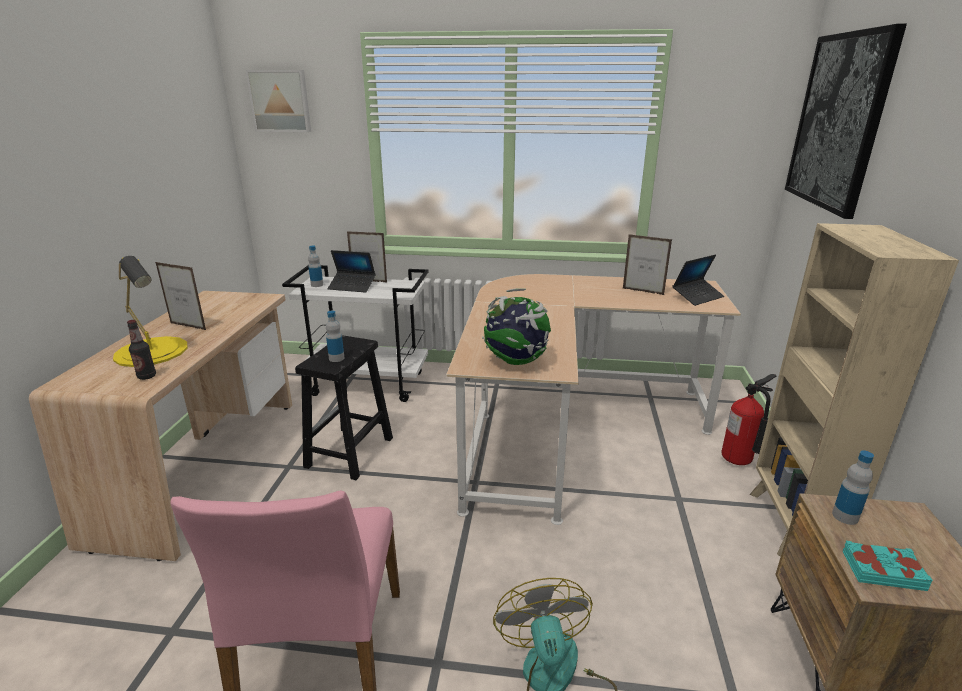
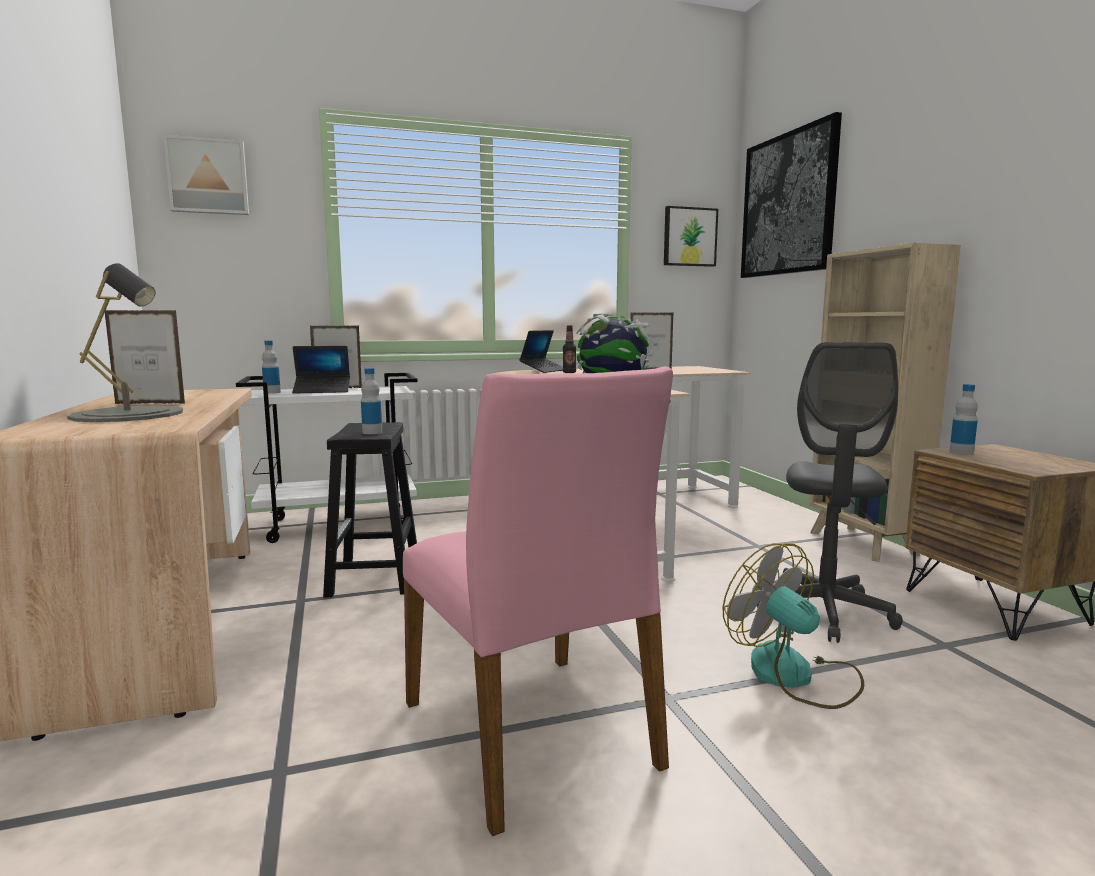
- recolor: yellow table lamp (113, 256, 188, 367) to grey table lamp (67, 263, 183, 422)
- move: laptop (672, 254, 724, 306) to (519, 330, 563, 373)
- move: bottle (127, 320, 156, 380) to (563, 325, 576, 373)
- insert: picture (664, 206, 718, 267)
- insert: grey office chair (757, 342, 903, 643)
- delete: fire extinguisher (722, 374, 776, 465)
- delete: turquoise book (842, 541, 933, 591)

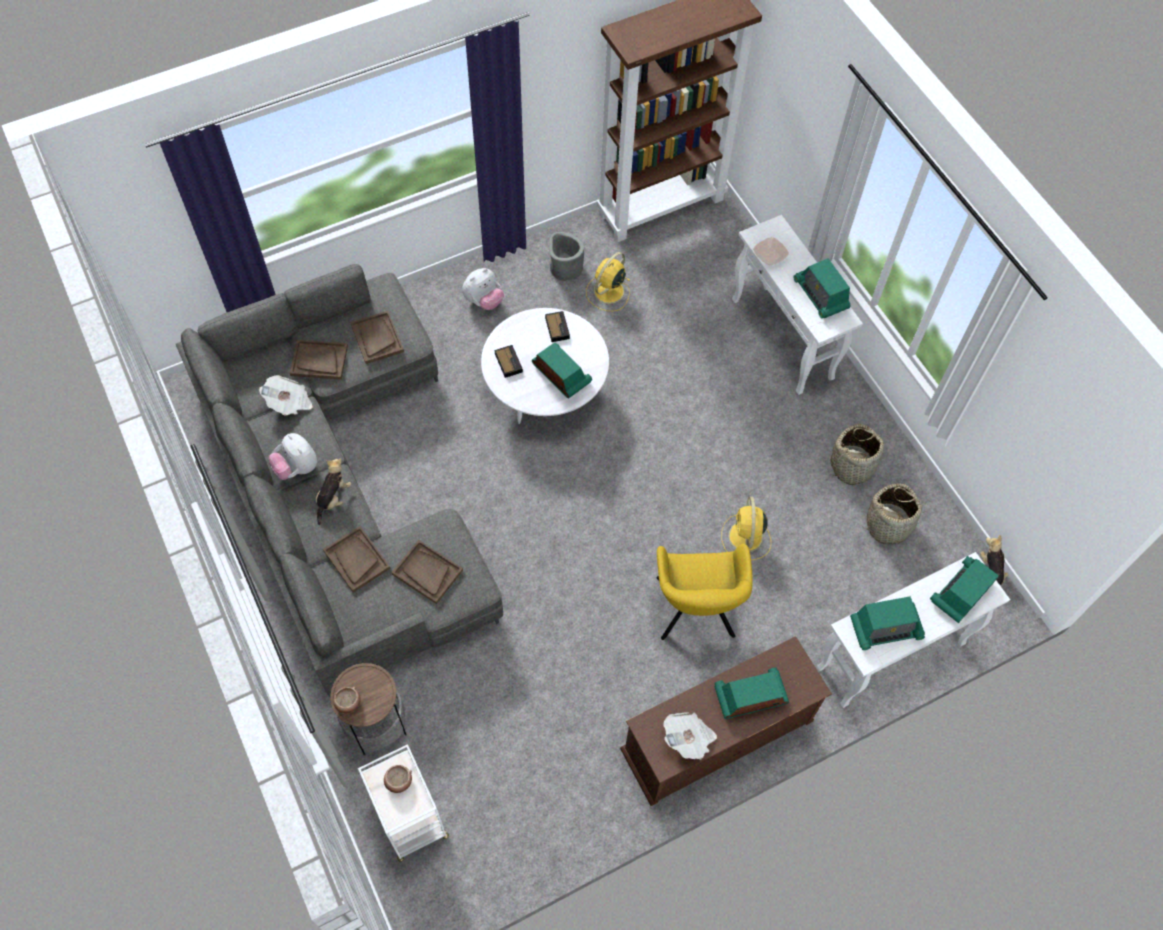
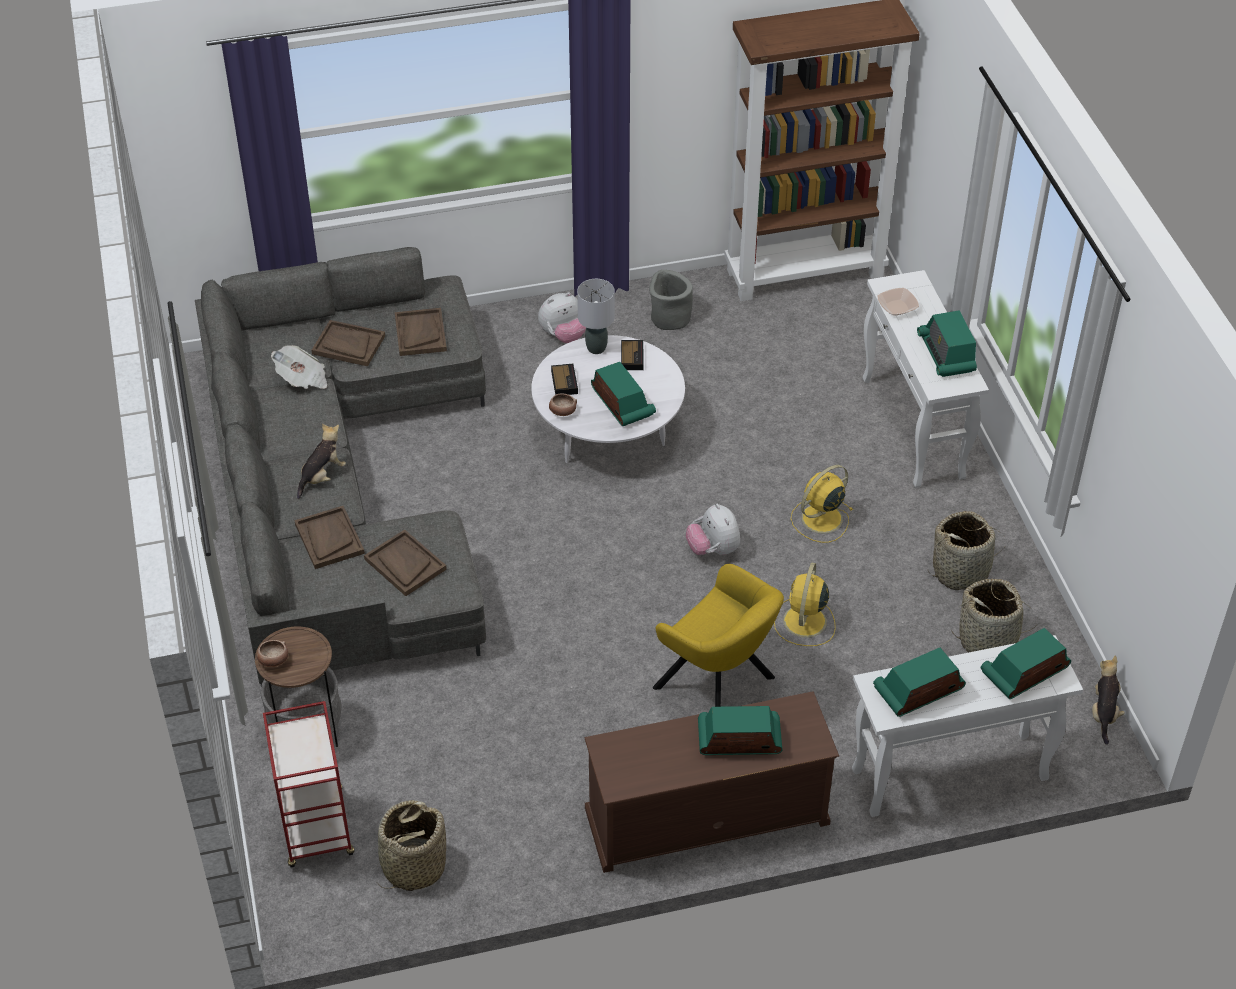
- recolor: white cart (358, 744, 449, 862) to red cart (263, 701, 355, 867)
- insert: basket (377, 800, 446, 891)
- move: bowl (384, 765, 412, 793) to (549, 393, 577, 416)
- insert: grey table lamp (577, 279, 615, 354)
- rotate: yellow armchair (657, 544, 753, 640) = (653, 564, 784, 707) 60 degrees counterclockwise
- move: plush toy (269, 433, 317, 480) to (686, 504, 740, 555)
- move: yellow fan (586, 252, 630, 311) to (791, 465, 853, 543)
- rotate: radio (850, 596, 925, 650) = (873, 647, 966, 717) 150 degrees clockwise
- delete: newspaper (663, 712, 717, 760)

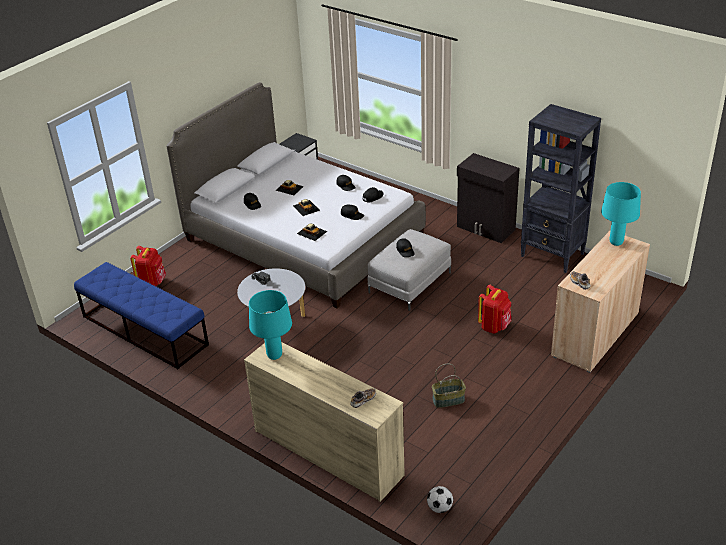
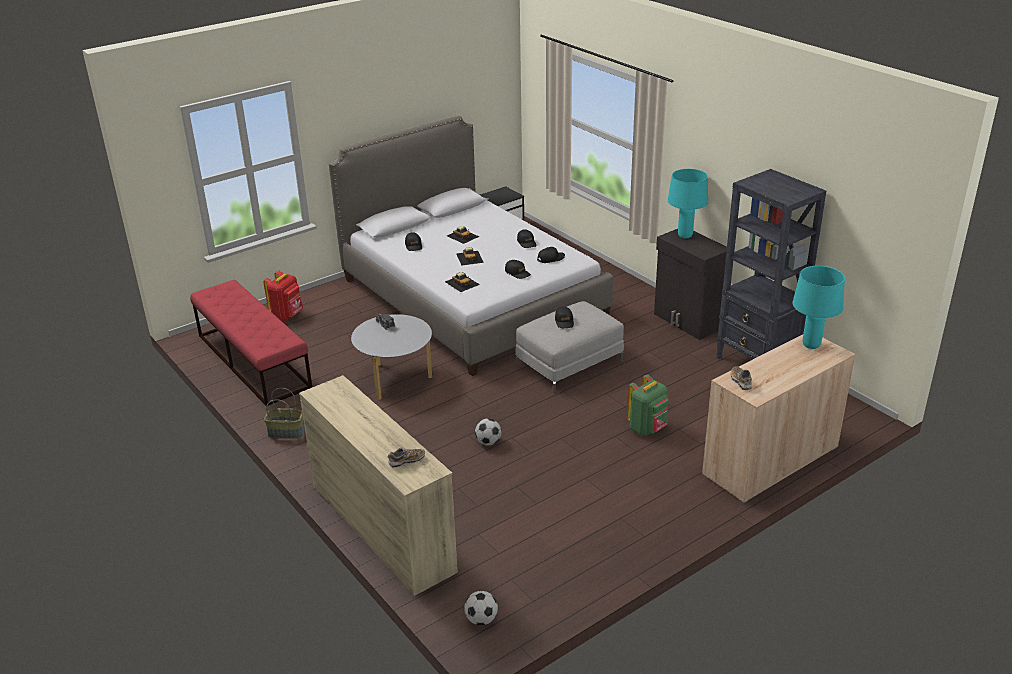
- recolor: blue bench (74, 262, 209, 369) to red bench (190, 280, 312, 406)
- move: basket (432, 364, 466, 408) to (264, 388, 305, 439)
- insert: football (475, 418, 502, 445)
- recolor: red backpack (478, 285, 511, 334) to green backpack (627, 374, 669, 436)
- move: turquoise table lamp (249, 290, 292, 360) to (668, 169, 708, 239)

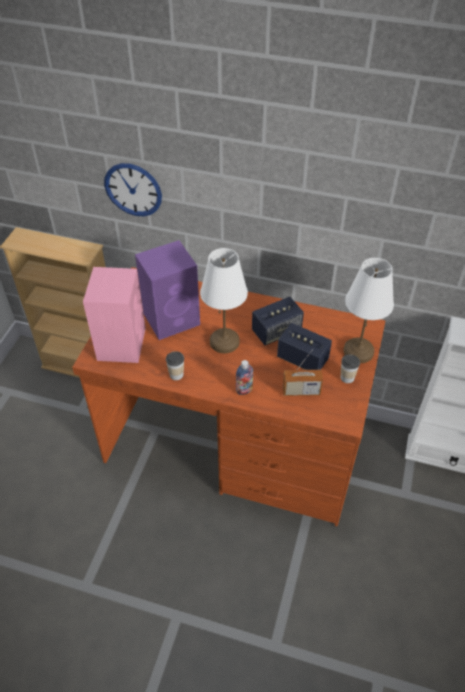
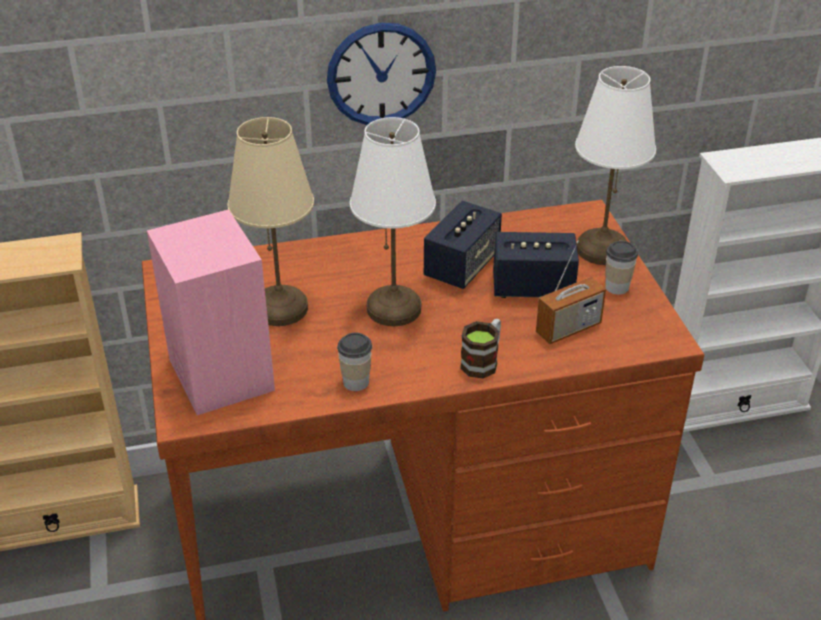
- replace: purple speaker (135, 240, 200, 340) to beige table lamp (227, 117, 314, 326)
- move: wall clock (104, 163, 162, 216) to (327, 23, 436, 125)
- replace: bottle (236, 360, 253, 395) to mug (460, 319, 501, 378)

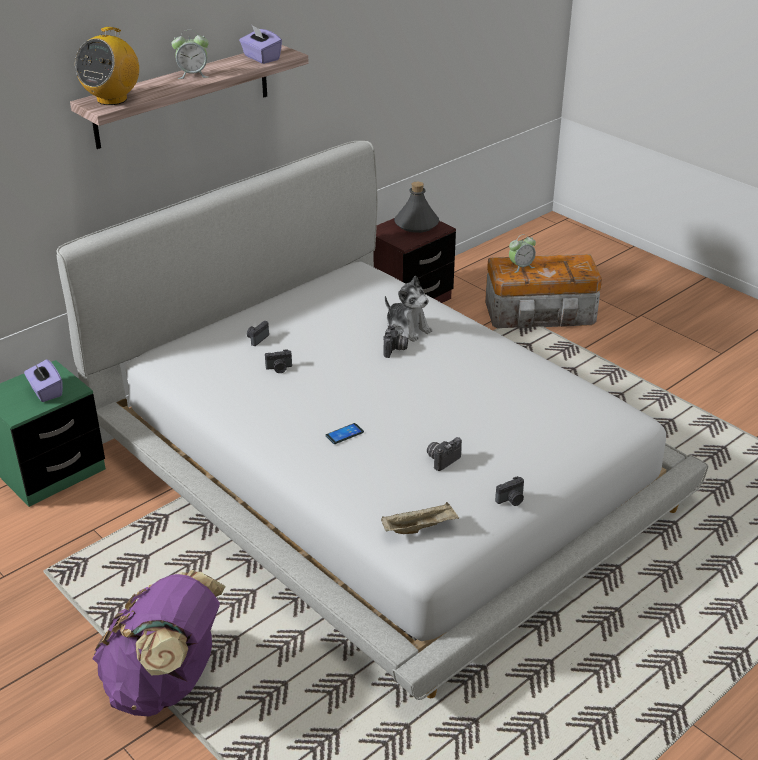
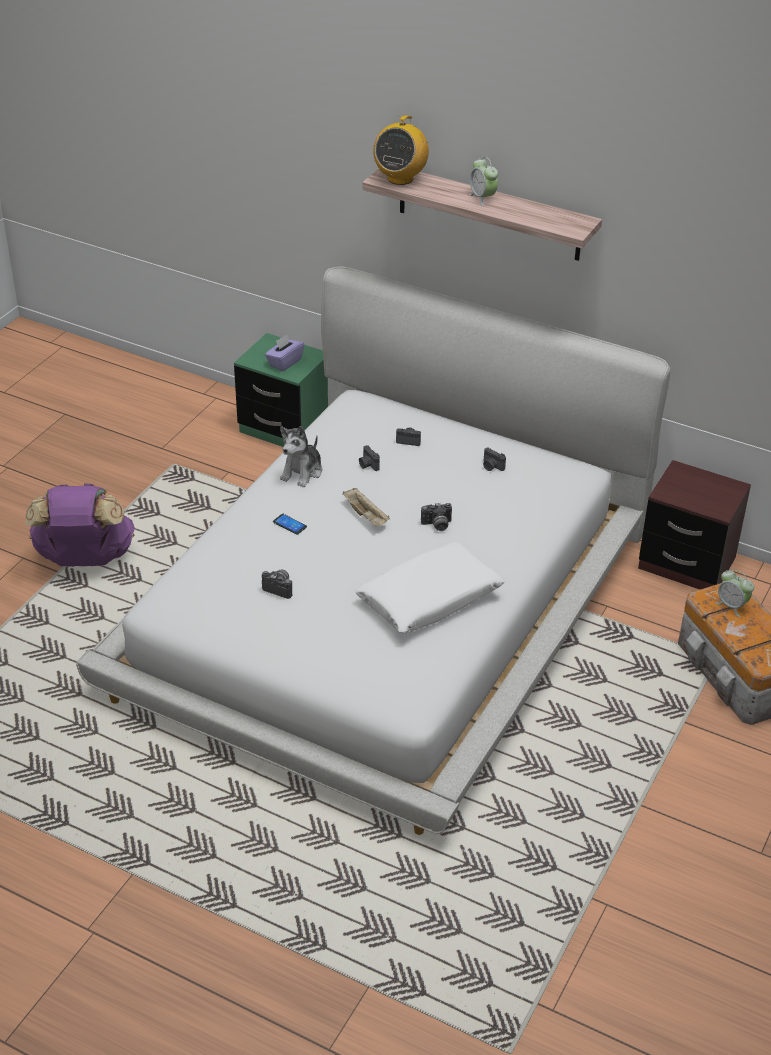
- move: plush toy (385, 276, 432, 342) to (280, 426, 322, 487)
- move: beige tray (381, 502, 459, 534) to (342, 488, 390, 526)
- insert: white pillow (355, 542, 505, 633)
- rotate: radio (75, 27, 139, 105) = (373, 115, 429, 185) 75 degrees counterclockwise
- move: photo camera (495, 476, 524, 506) to (483, 447, 506, 471)
- delete: purple tissue box (239, 25, 282, 64)
- delete: grey bottle (394, 182, 439, 233)

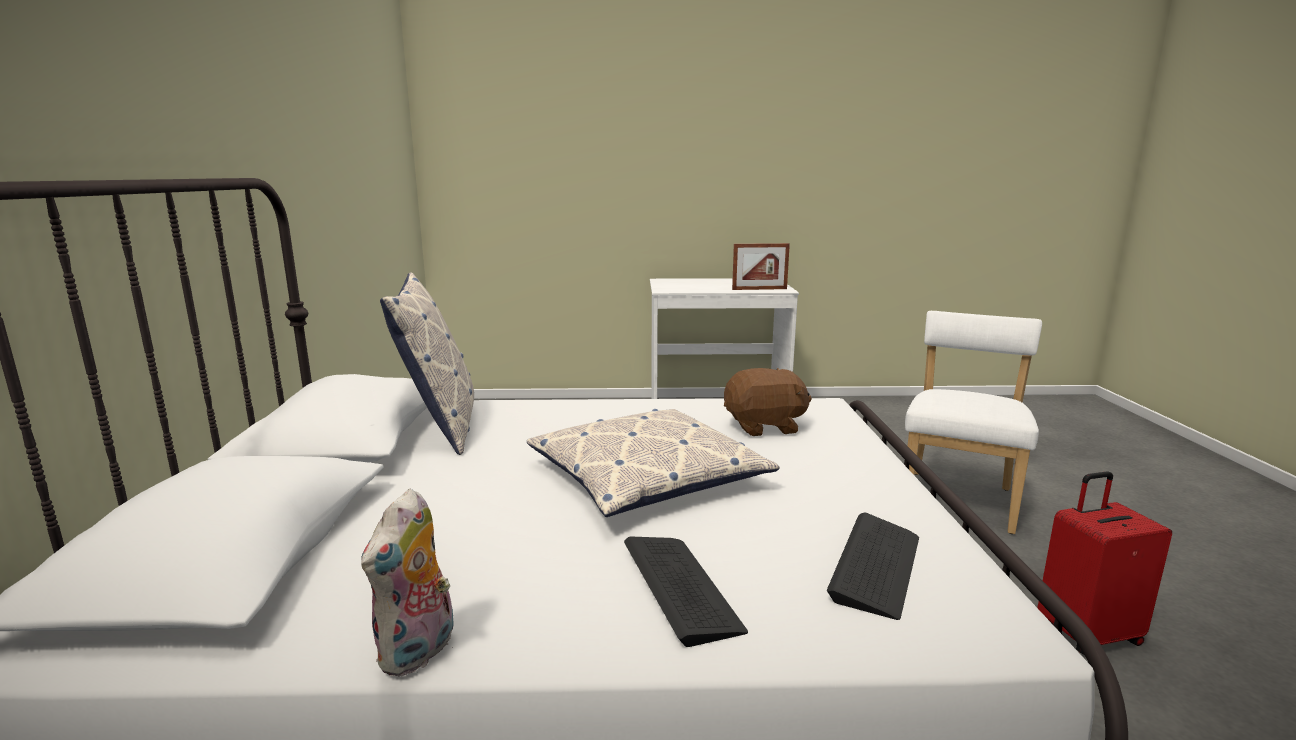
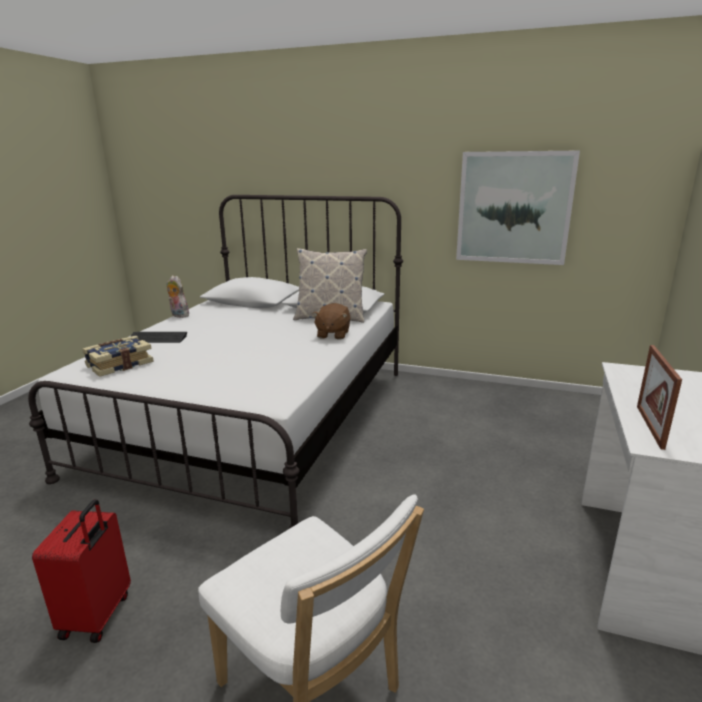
- replace: keyboard (827, 513, 919, 620) to book (83, 336, 154, 377)
- move: brown plush toy (724, 368, 812, 436) to (313, 303, 351, 340)
- insert: picture (456, 151, 580, 265)
- delete: pillow (527, 409, 780, 517)

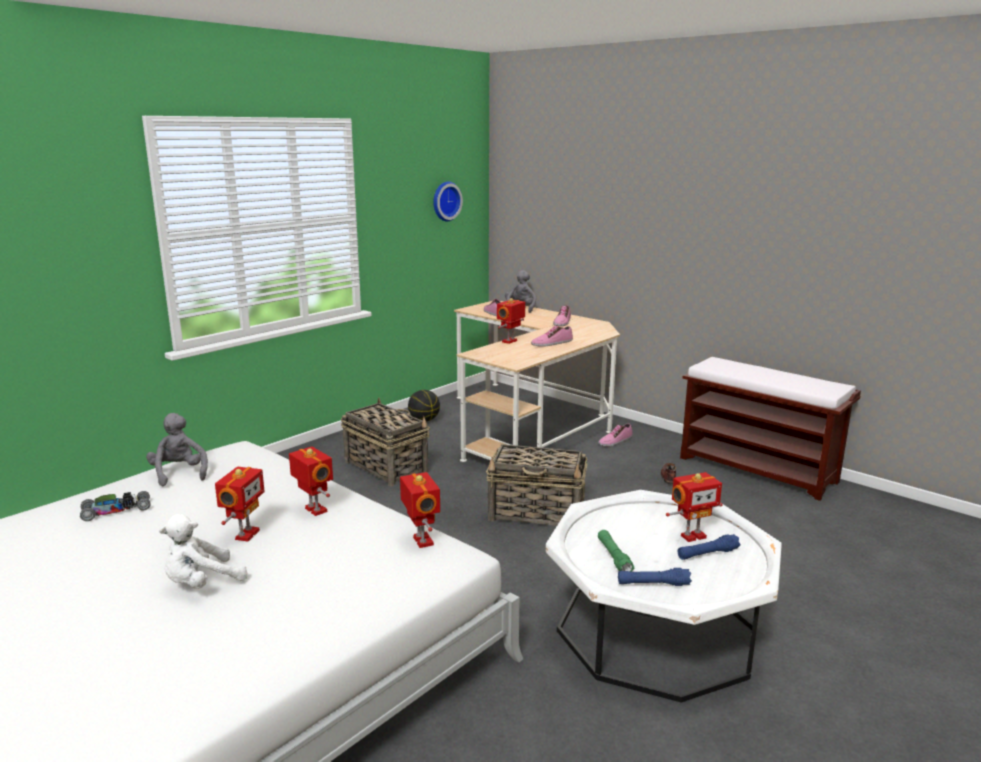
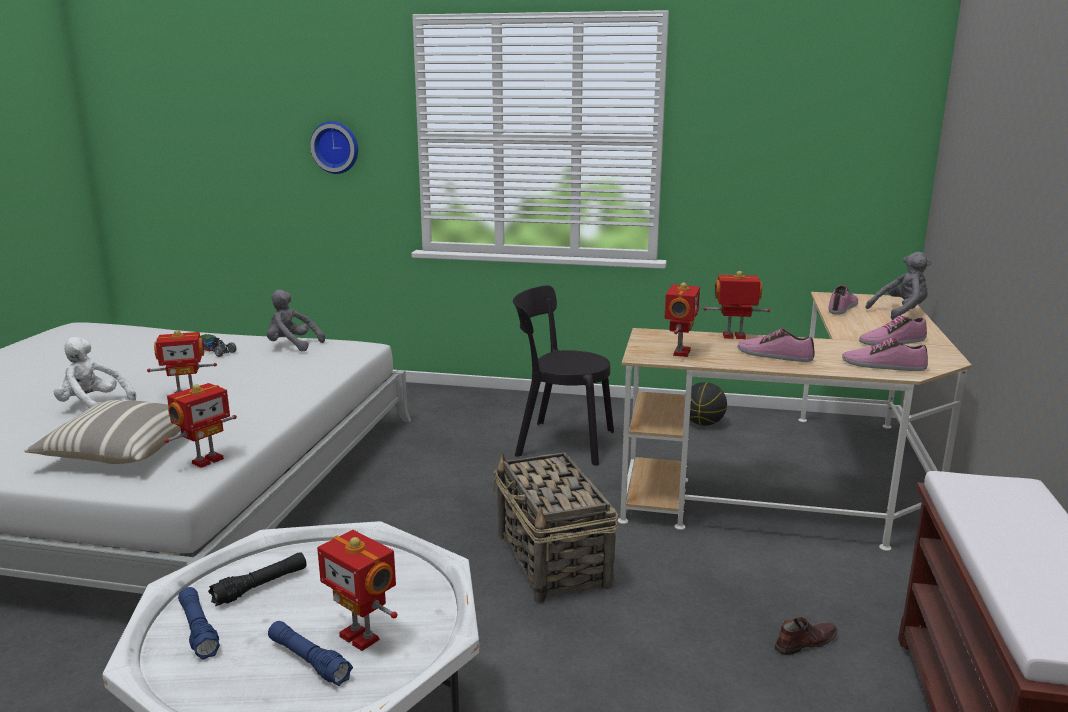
- insert: pillow (24, 400, 181, 464)
- recolor: green flashlight (598, 530, 635, 571) to black flashlight (208, 552, 307, 606)
- rotate: grey plush toy (146, 413, 208, 486) = (267, 290, 325, 351) 105 degrees counterclockwise
- move: wall clock (433, 181, 463, 222) to (310, 121, 358, 174)
- replace: basket (341, 397, 430, 486) to black chair (513, 285, 614, 466)
- move: toy robot (289, 447, 333, 516) to (665, 283, 700, 357)
- move: shoe (598, 423, 632, 447) to (842, 338, 928, 371)

